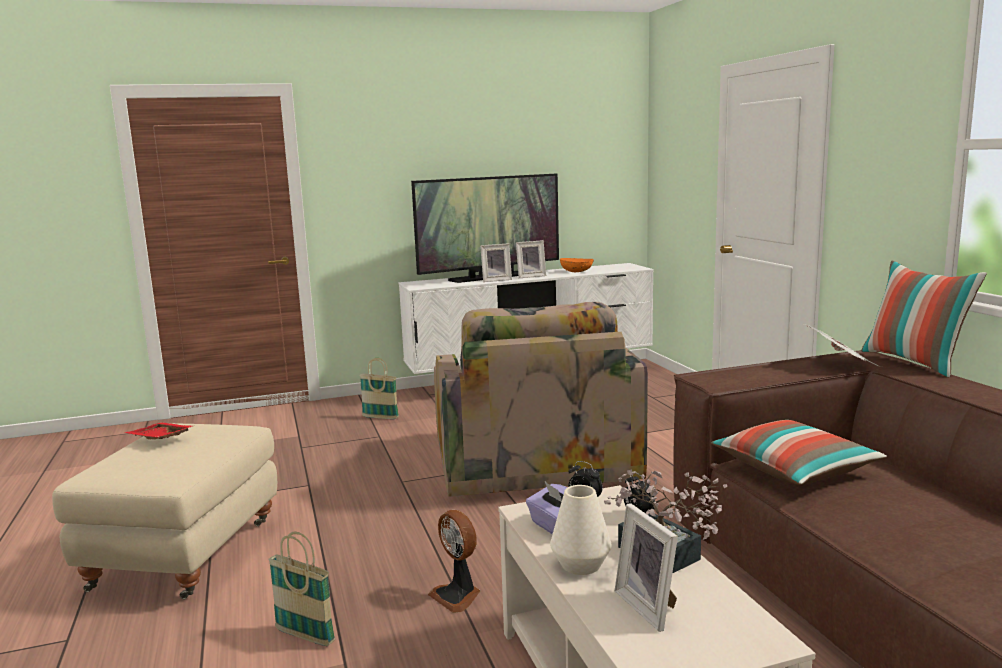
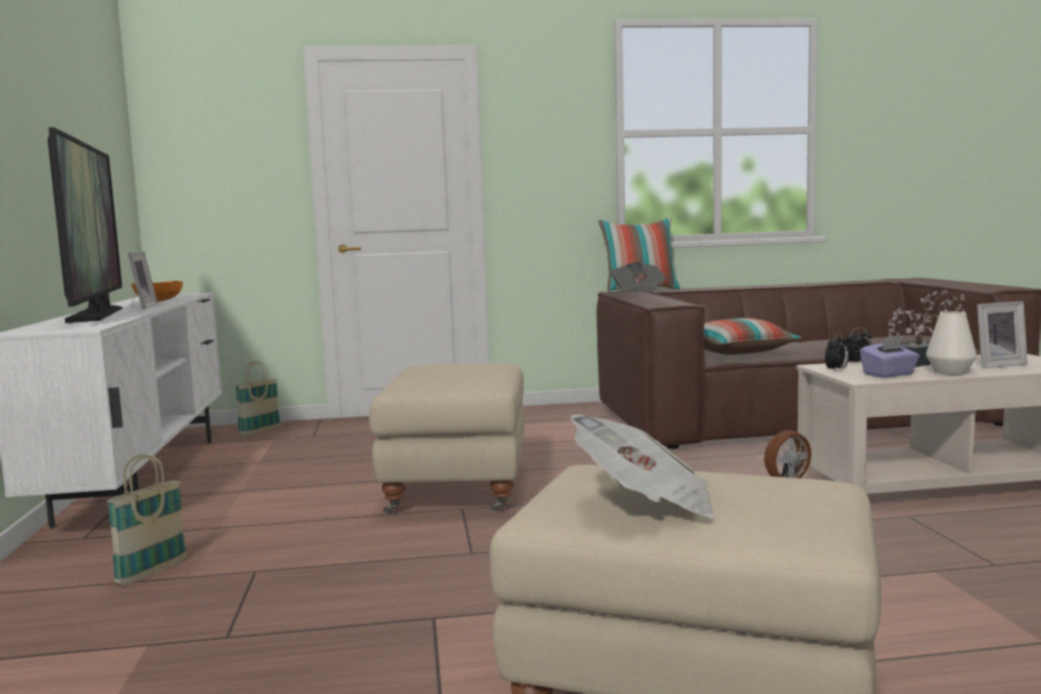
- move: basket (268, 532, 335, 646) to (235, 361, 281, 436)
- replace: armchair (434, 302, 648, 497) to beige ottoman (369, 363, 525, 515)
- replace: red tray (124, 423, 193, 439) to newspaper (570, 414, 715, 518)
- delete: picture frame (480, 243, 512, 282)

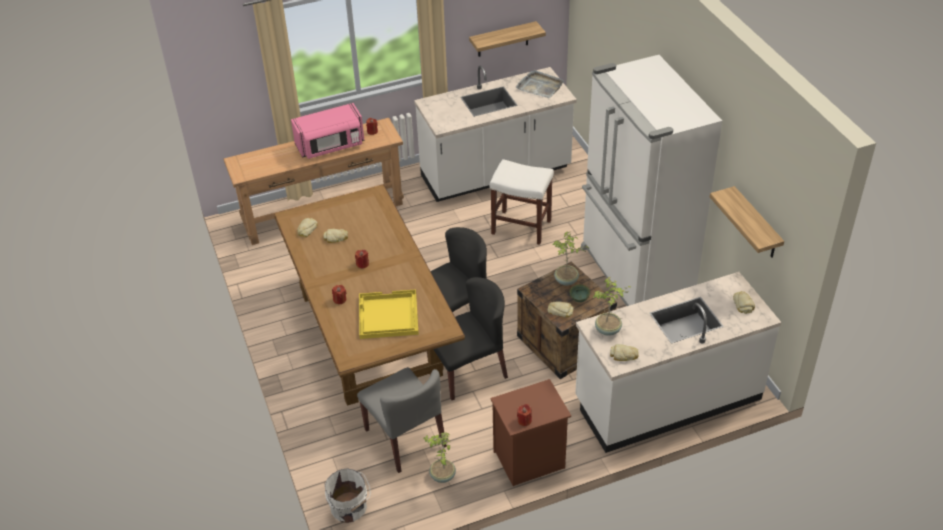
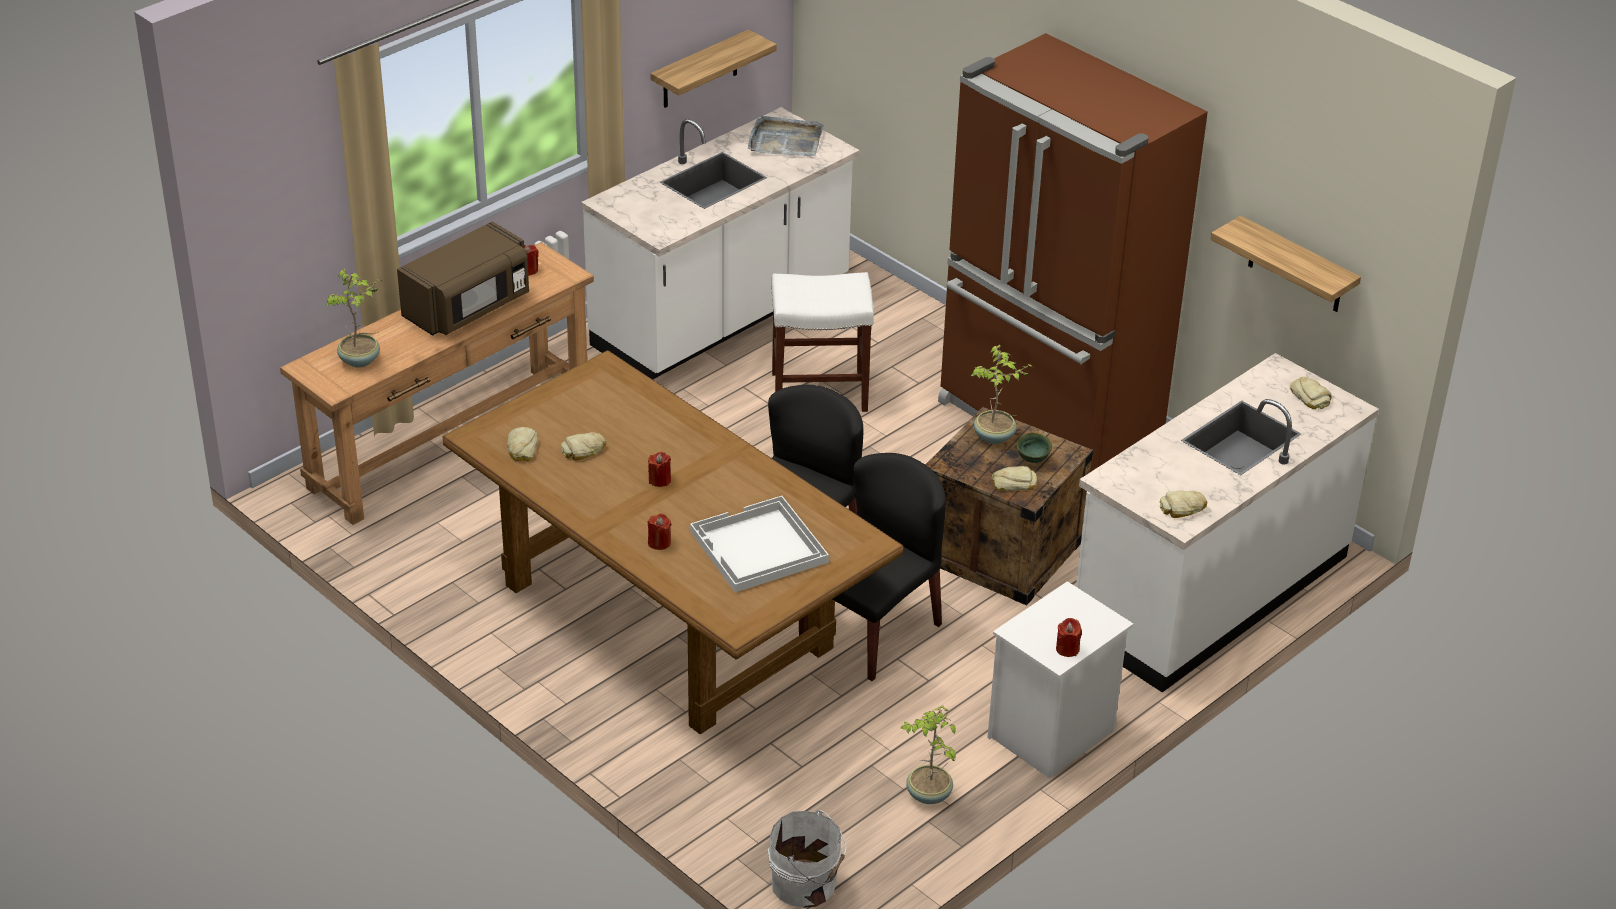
- move: potted plant (593, 277, 632, 336) to (326, 268, 383, 368)
- recolor: pink microwave (291, 103, 364, 159) to brown microwave (397, 221, 529, 336)
- recolor: yellow tray (359, 289, 419, 339) to white tray (690, 496, 829, 592)
- recolor: white fridge (581, 55, 722, 306) to brown fridge (938, 33, 1208, 472)
- recolor: brown nightstand (490, 379, 571, 486) to white nightstand (987, 581, 1133, 779)
- delete: grey chair (357, 367, 447, 473)

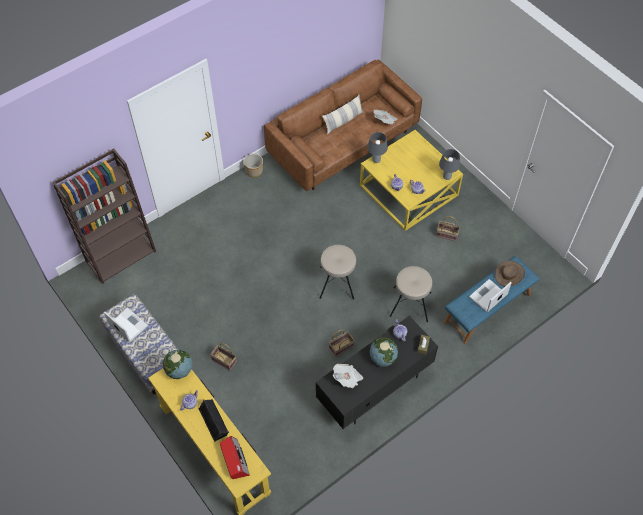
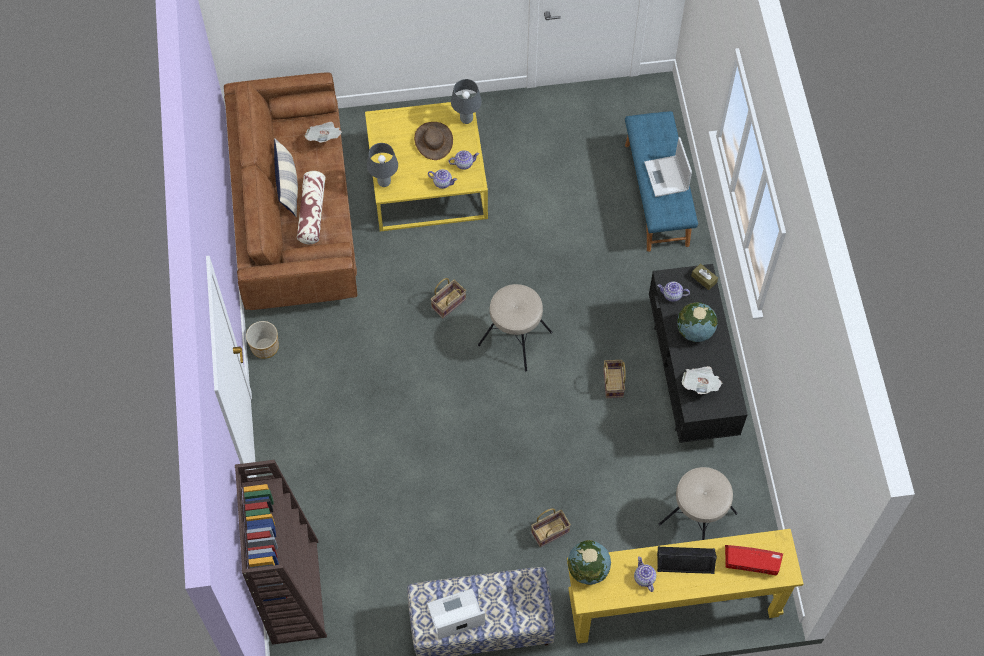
- insert: pillow (297, 171, 326, 244)
- move: brown hat (495, 261, 525, 286) to (414, 122, 453, 160)
- move: basket (436, 216, 460, 241) to (430, 278, 466, 318)
- move: beige stool (389, 266, 432, 322) to (659, 467, 737, 540)

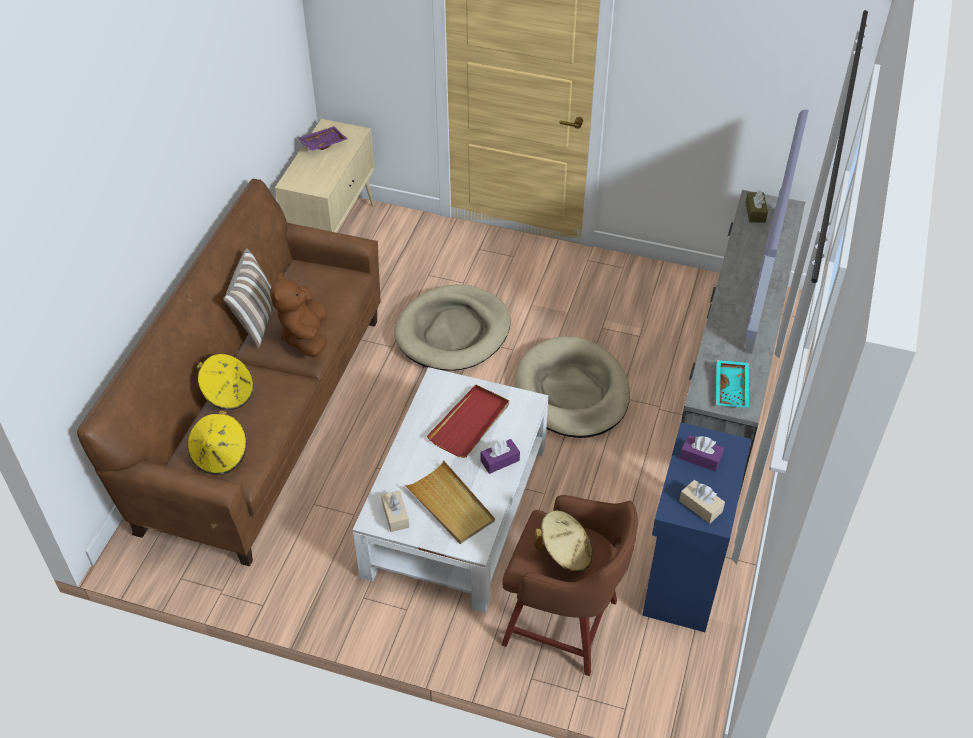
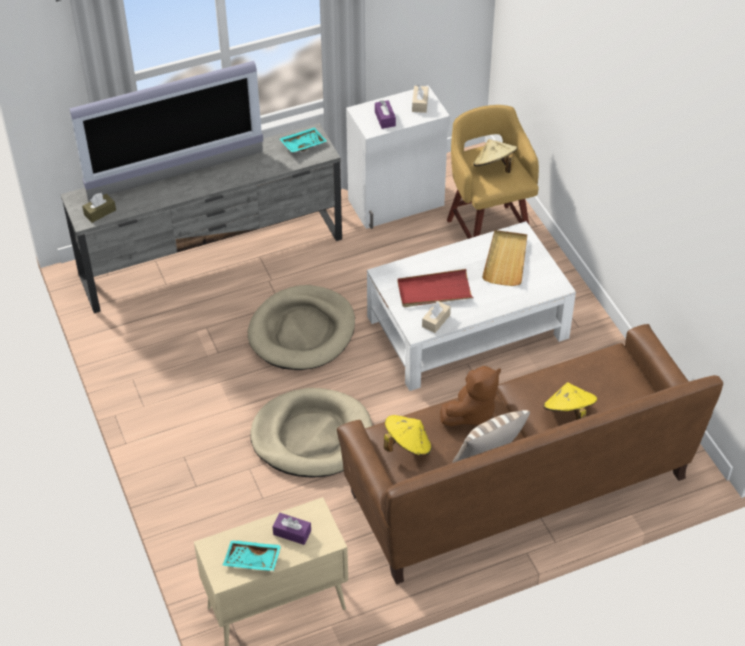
- recolor: purple tray (297, 126, 348, 151) to turquoise tray (222, 540, 282, 571)
- move: purple tissue box (481, 439, 520, 474) to (272, 513, 311, 545)
- recolor: blue cabinet (642, 423, 751, 632) to white cabinet (346, 85, 450, 229)
- move: yellow hat (187, 411, 247, 475) to (384, 415, 432, 456)
- move: beige tissue box (381, 490, 409, 532) to (422, 301, 451, 333)
- recolor: brown stool (502, 495, 638, 676) to yellow stool (447, 105, 539, 239)

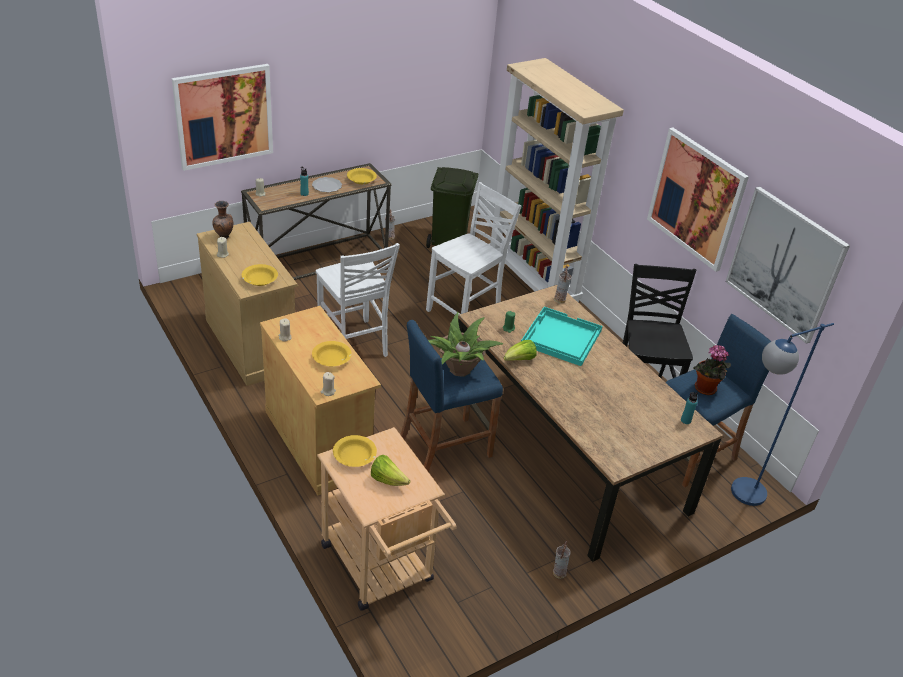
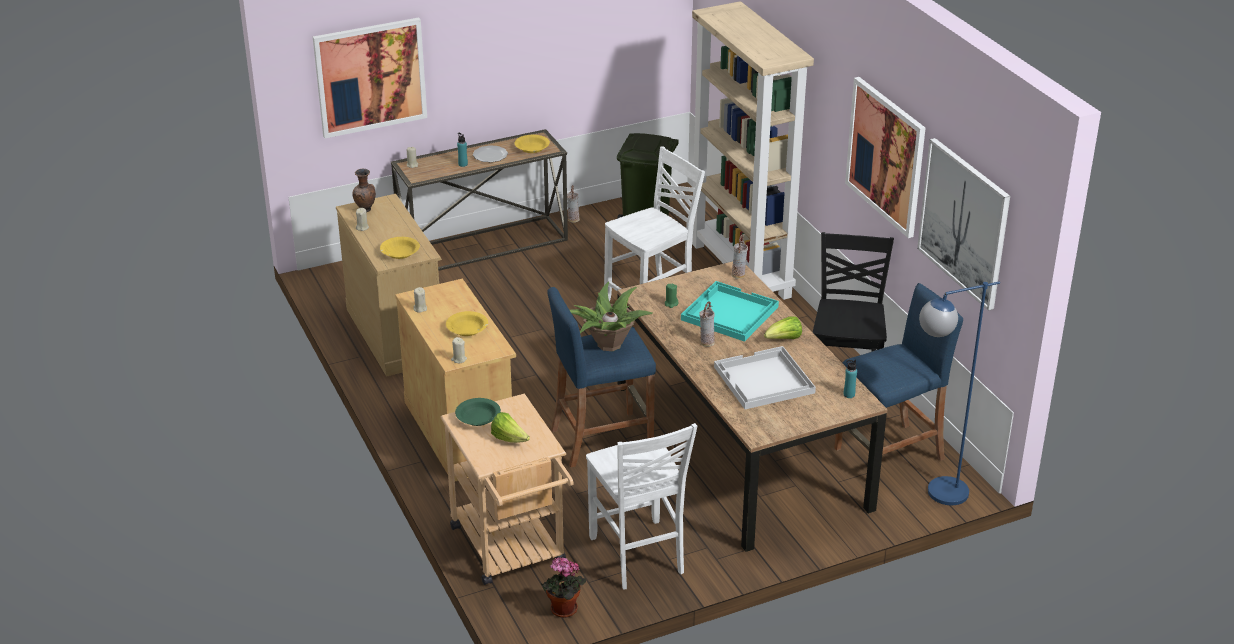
- recolor: yellow bowl (333, 435, 377, 467) to green bowl (455, 398, 501, 426)
- move: potted plant (693, 345, 731, 395) to (541, 557, 586, 618)
- move: white chair (316, 243, 400, 357) to (586, 423, 697, 589)
- move: vase (553, 541, 571, 579) to (699, 301, 715, 347)
- insert: white tray (714, 346, 816, 409)
- move: lettuce (504, 340, 537, 361) to (764, 316, 802, 339)

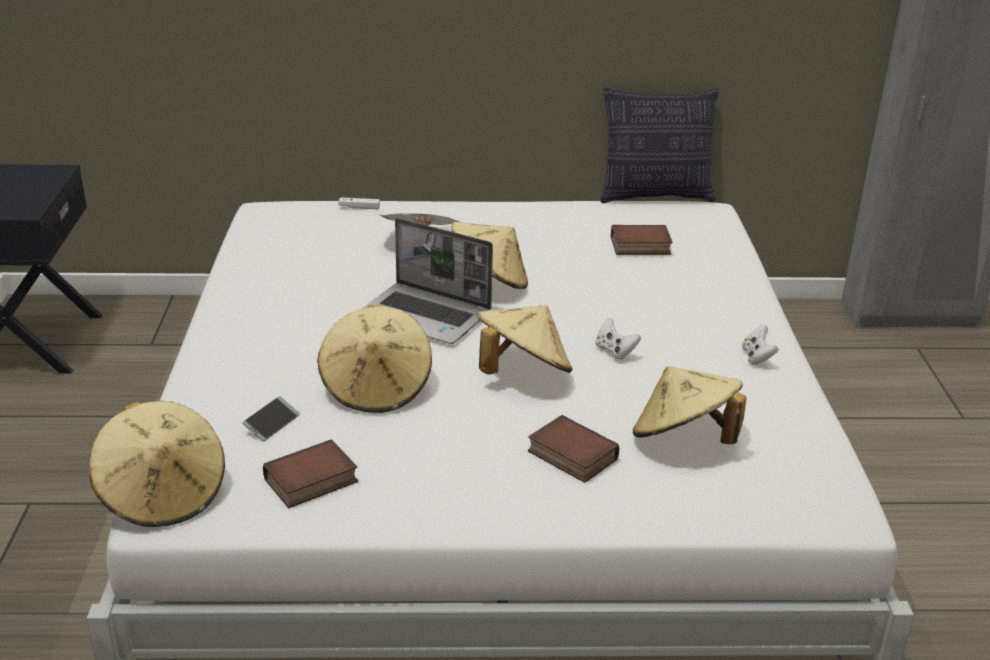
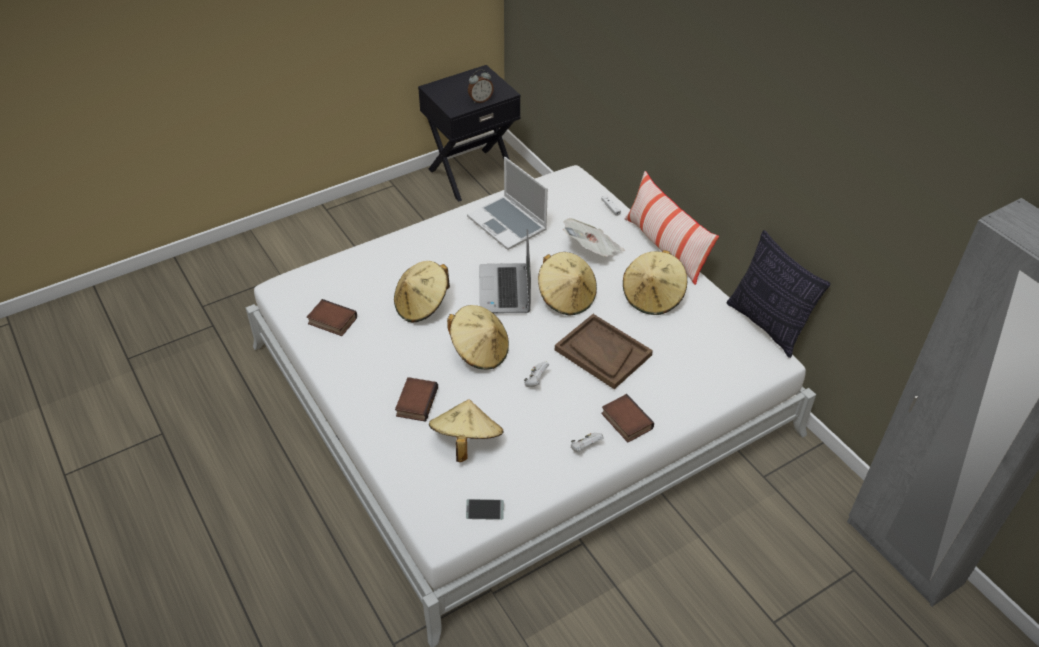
- move: phone (243, 396, 300, 441) to (466, 499, 504, 520)
- insert: laptop (467, 157, 548, 250)
- insert: alarm clock (468, 69, 494, 103)
- insert: brown tray (555, 314, 653, 389)
- move: book (611, 225, 673, 255) to (601, 394, 654, 442)
- move: beige hat (89, 401, 225, 527) to (623, 250, 687, 315)
- insert: pillow (625, 171, 719, 285)

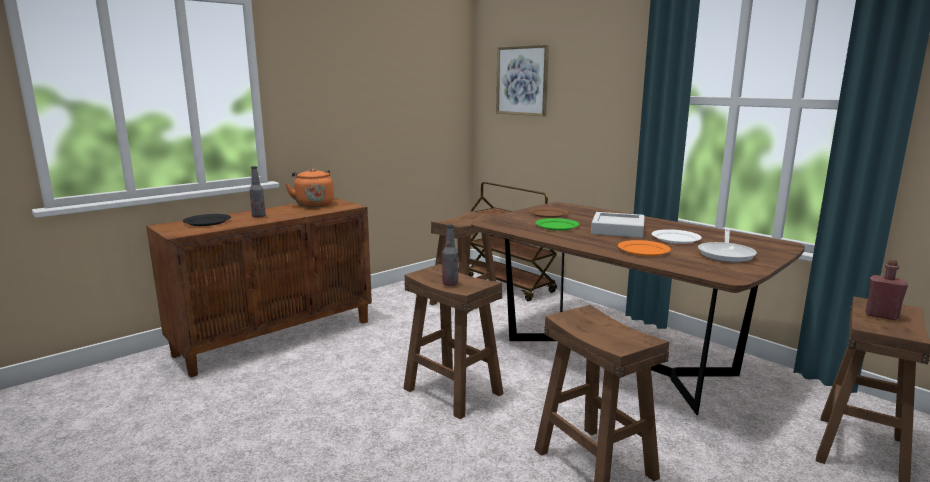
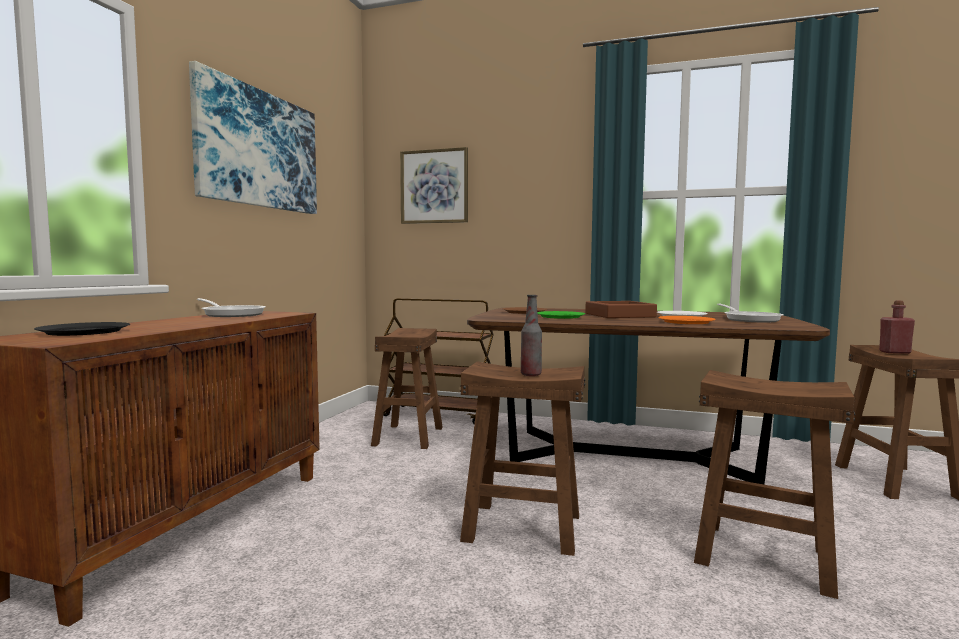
- insert: picture (189, 61, 317, 214)
- replace: orange kettle (286, 168, 334, 207) to frying pan (197, 298, 266, 317)
- recolor: grey tray (591, 212, 645, 238) to brown tray (585, 301, 657, 318)
- delete: bottle (249, 166, 266, 218)

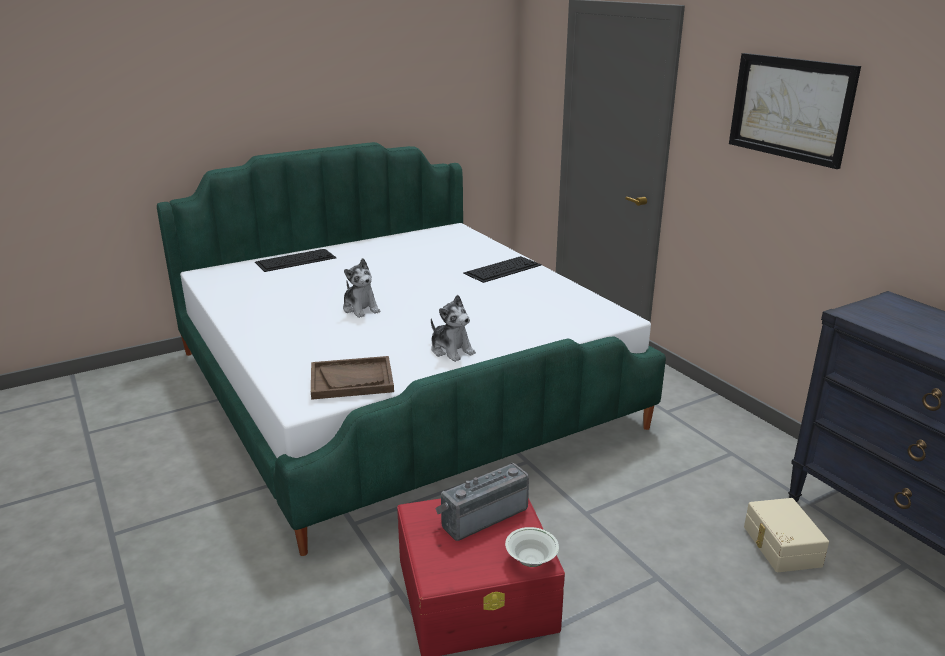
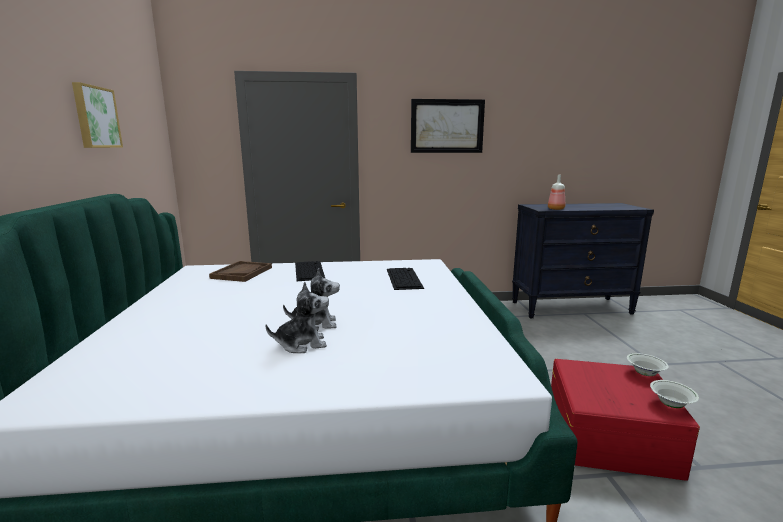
- insert: picture (72, 82, 123, 148)
- move: brown tray (311, 356, 394, 400) to (209, 261, 272, 282)
- move: plush toy (431, 295, 476, 362) to (265, 282, 329, 353)
- move: keyboard (255, 249, 337, 272) to (387, 268, 424, 290)
- insert: bottle (548, 175, 565, 210)
- insert: white bowl (650, 380, 699, 408)
- delete: radio (435, 463, 529, 541)
- delete: beige storage box (744, 498, 829, 572)

